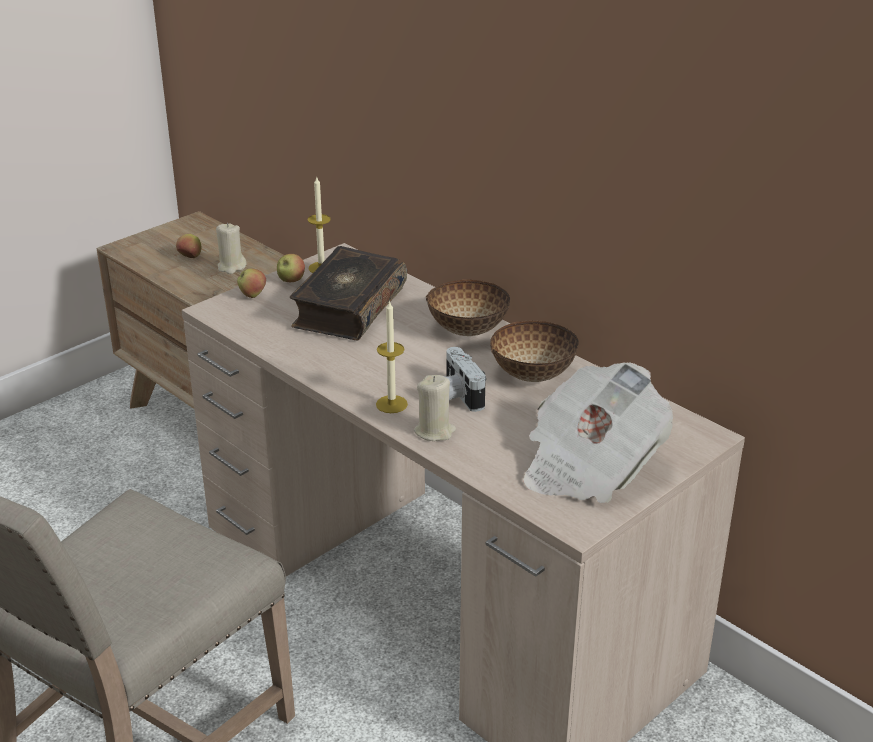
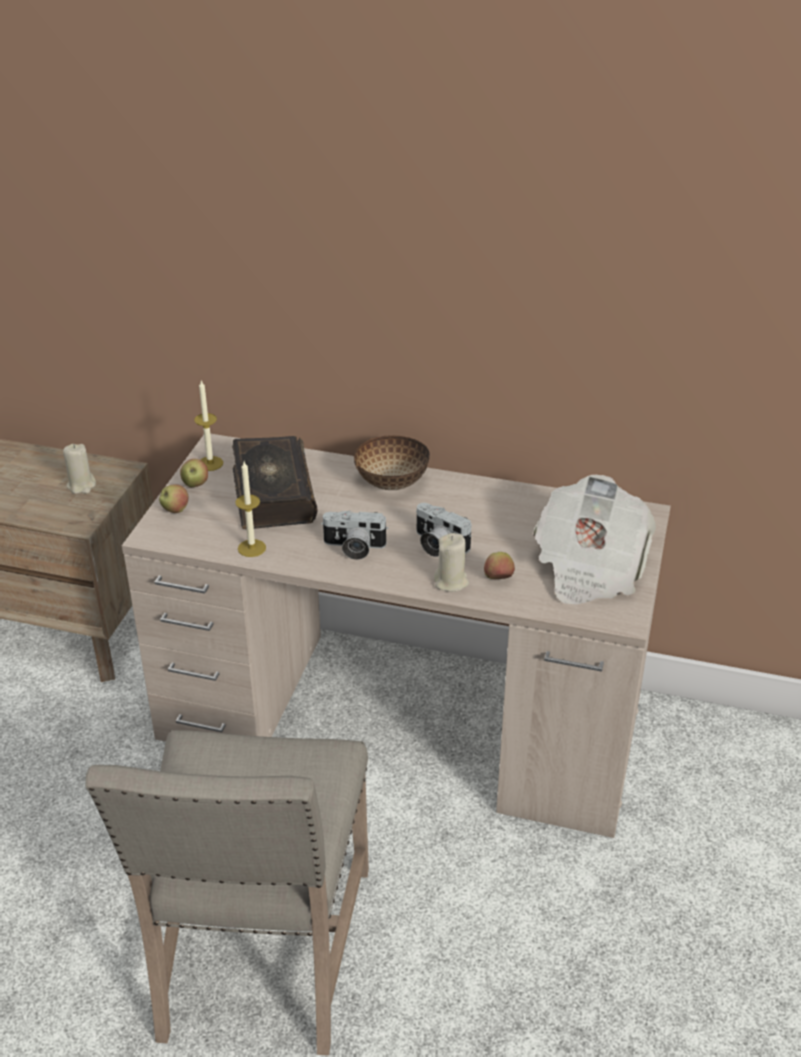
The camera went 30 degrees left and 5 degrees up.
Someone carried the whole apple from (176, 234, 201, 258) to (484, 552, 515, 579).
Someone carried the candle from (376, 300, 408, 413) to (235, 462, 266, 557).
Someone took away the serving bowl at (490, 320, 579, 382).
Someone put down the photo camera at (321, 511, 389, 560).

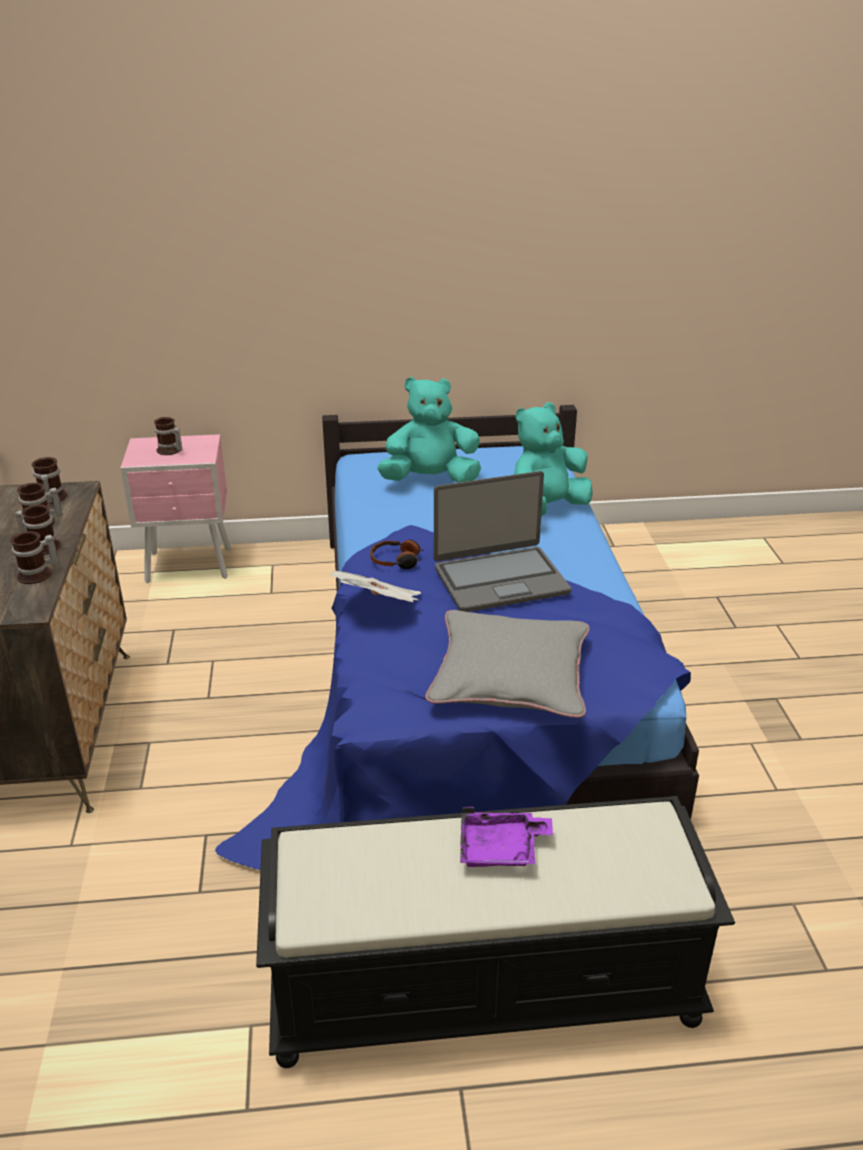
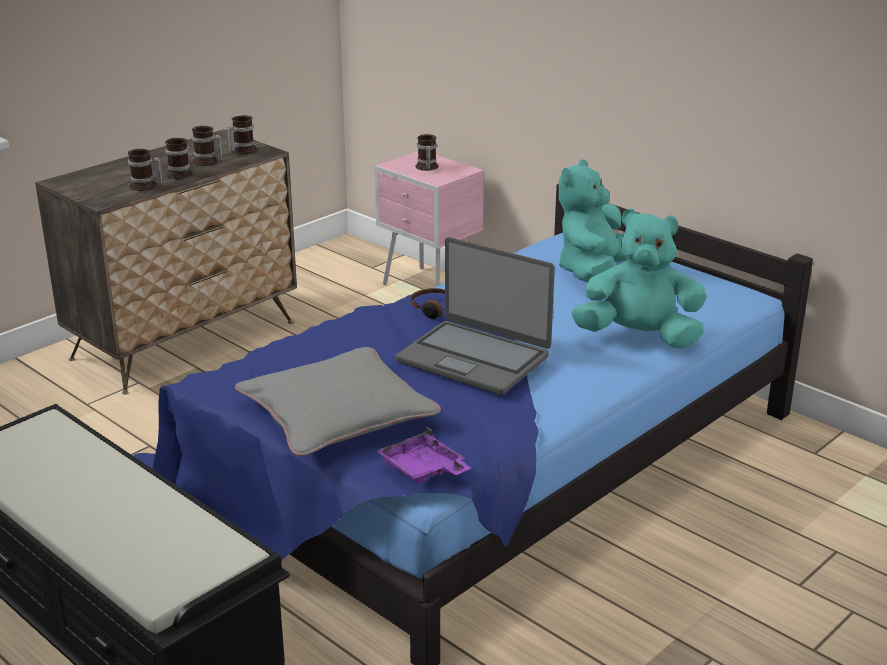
The camera went 50 degrees right and 5 degrees down.
Someone took away the daily paper at (330, 571, 421, 602).
Someone rotated the turquoise-coloured plush toy at (377, 377, 481, 483) by 105 degrees counterclockwise.
Someone carried the purplish serving tray from (460, 807, 553, 867) to (377, 427, 471, 484).

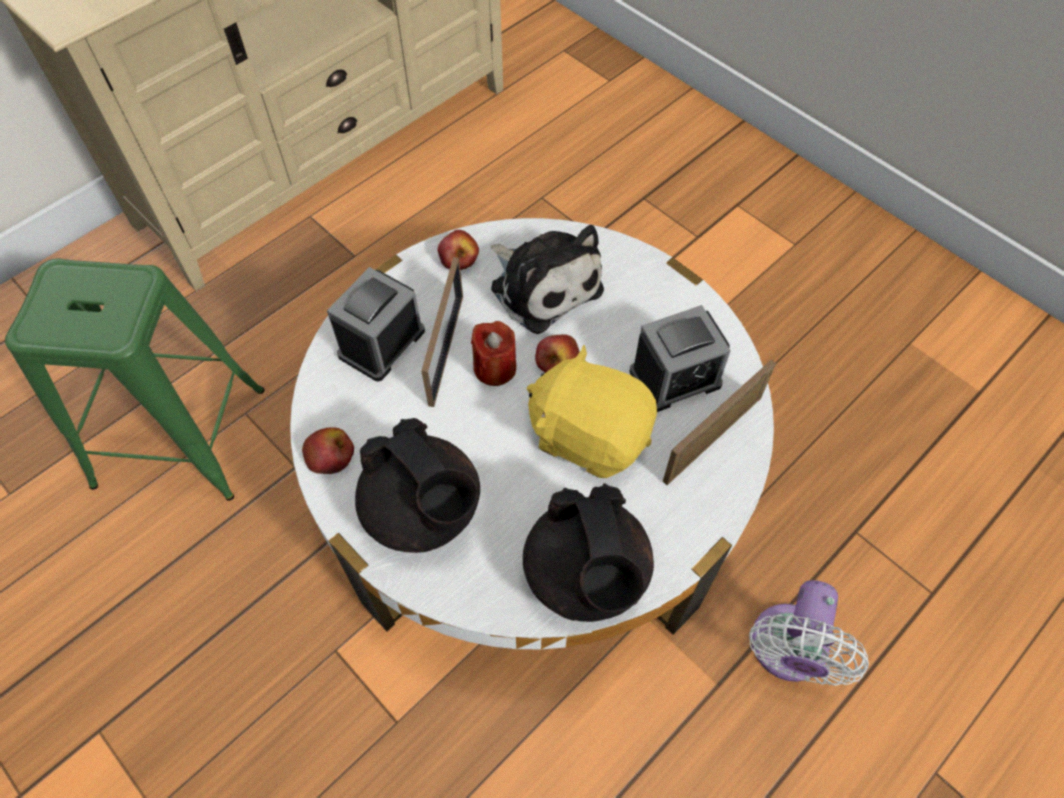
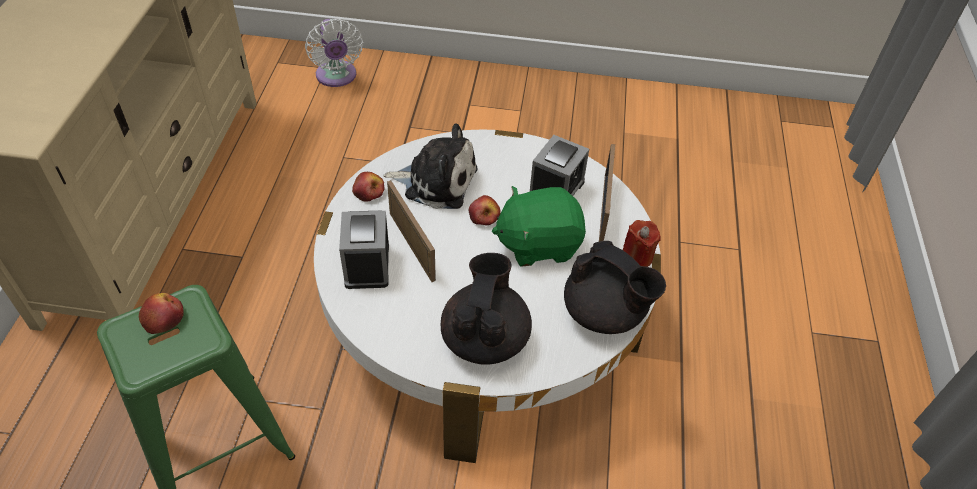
The camera went 40 degrees left and 10 degrees down.
Someone carried the whole apple from (302, 427, 354, 474) to (139, 293, 184, 334).
Someone rotated the blackish teapot at (355, 418, 480, 553) by 90 degrees counterclockwise.
Someone carried the red candle from (471, 321, 516, 386) to (623, 220, 661, 267).
Someone repainted the yellow-coloured plush toy at (527, 345, 657, 478), which became the green-coloured plush toy at (492, 186, 586, 267).
Someone carried the whitish electric fan from (749, 580, 869, 686) to (305, 19, 363, 87).

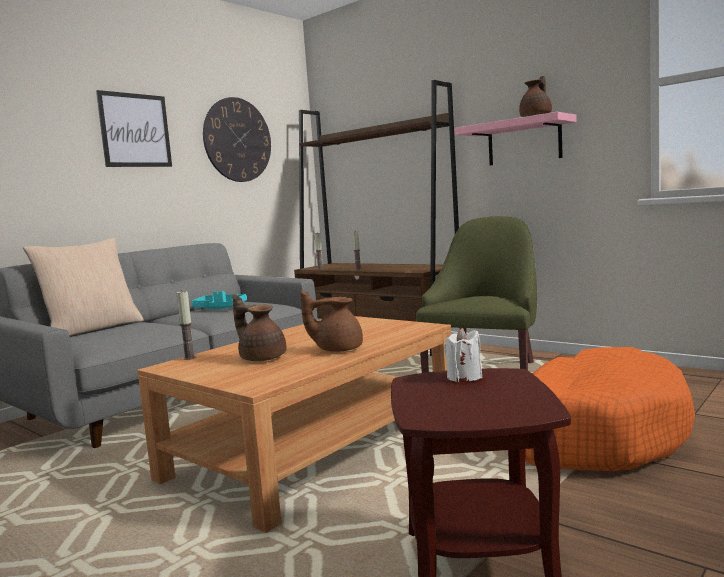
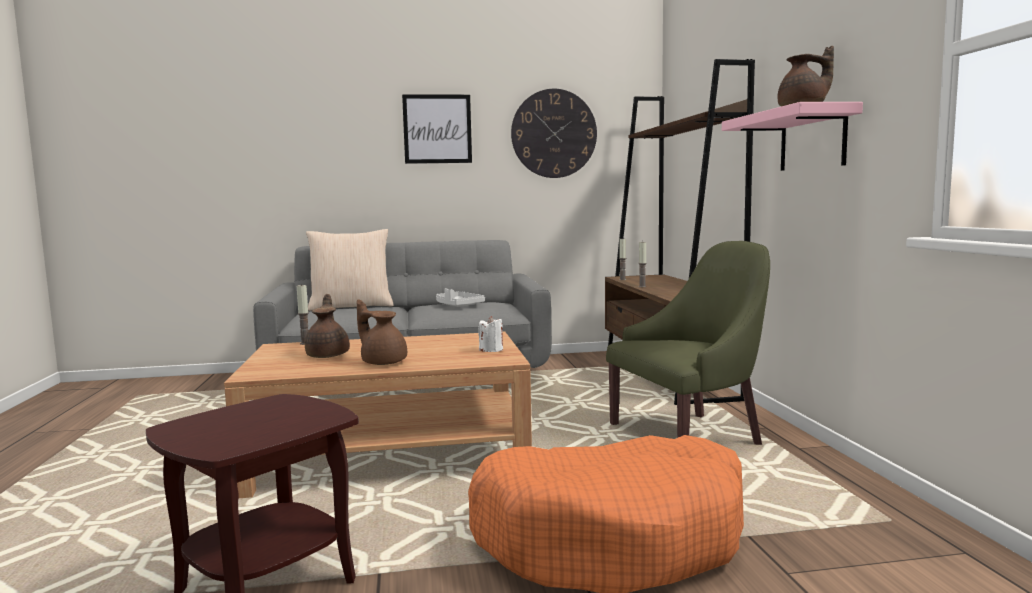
The camera went 40 degrees right and 0 degrees up.
Someone repainted the turquoise-coloured serving tray at (191, 291, 247, 309), which became the gray serving tray at (436, 289, 485, 306).
Someone carried the whitish candle from (444, 328, 482, 382) to (478, 316, 503, 352).

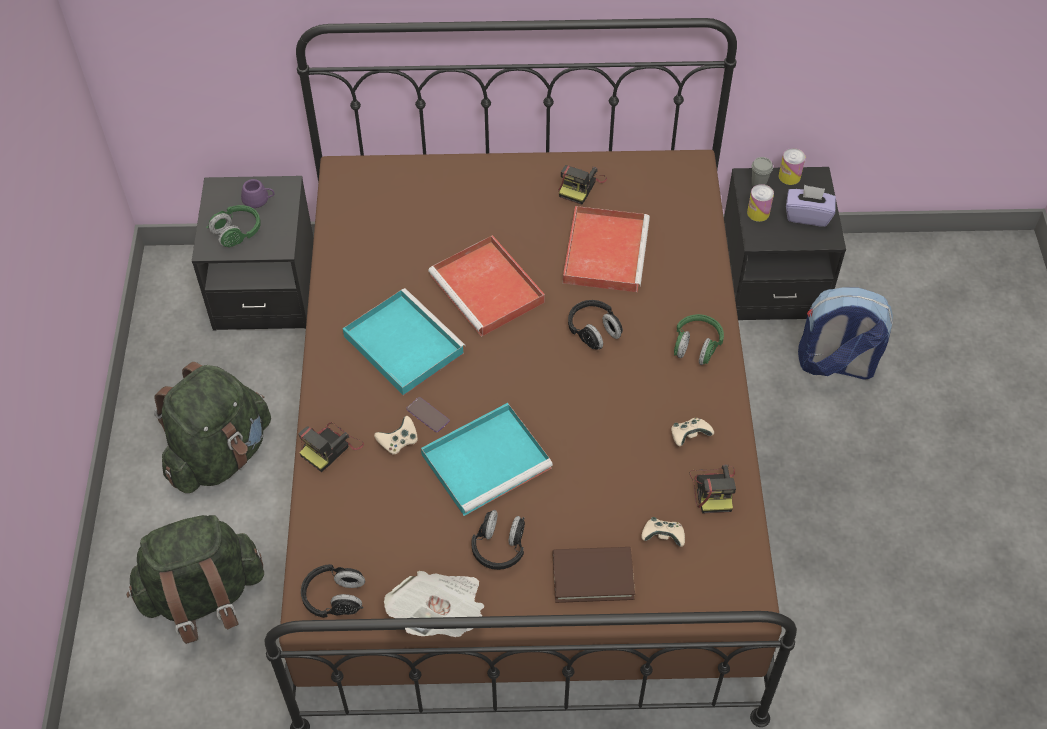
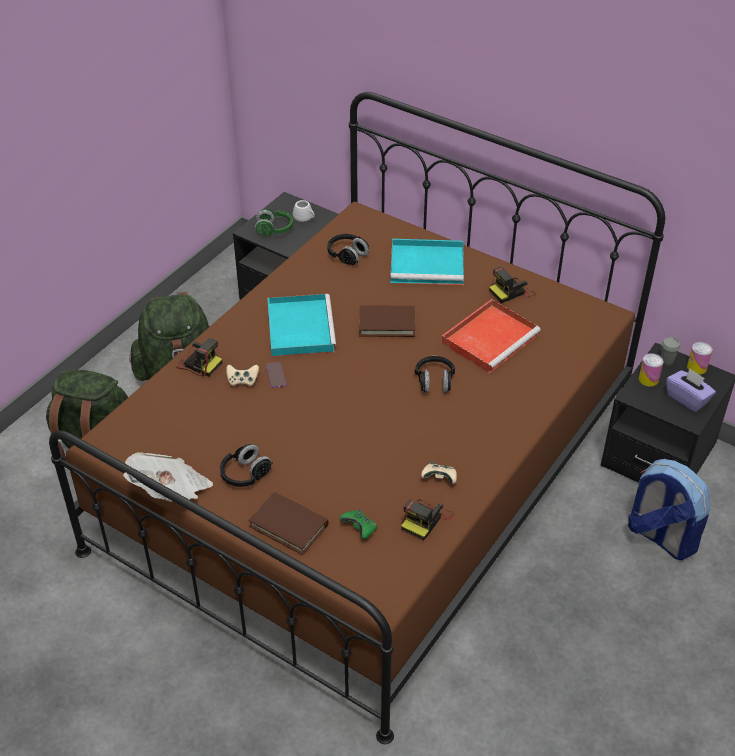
The camera went 35 degrees right and 10 degrees down.
Someone repainted the purplish coffee mug at (241, 179, 274, 208), which became the whitish coffee mug at (293, 200, 315, 222).
Someone rotated the photo camera at (298, 422, 364, 472) by 135 degrees counterclockwise.
Someone carried the blackish headphones from (301, 564, 365, 618) to (327, 234, 369, 265).
Someone carried the turquoise-coloured serving tray from (421, 403, 553, 516) to (390, 239, 464, 285).
Someone swapped the red serving tray at (428, 235, 545, 337) for the brown-coloured volume at (359, 305, 415, 337).
Someone repainted the beige-coloured joypad at (641, 517, 685, 547), which became the green-coloured joypad at (339, 509, 377, 539).
Someone took away the green-coloured headphones at (674, 314, 724, 365).

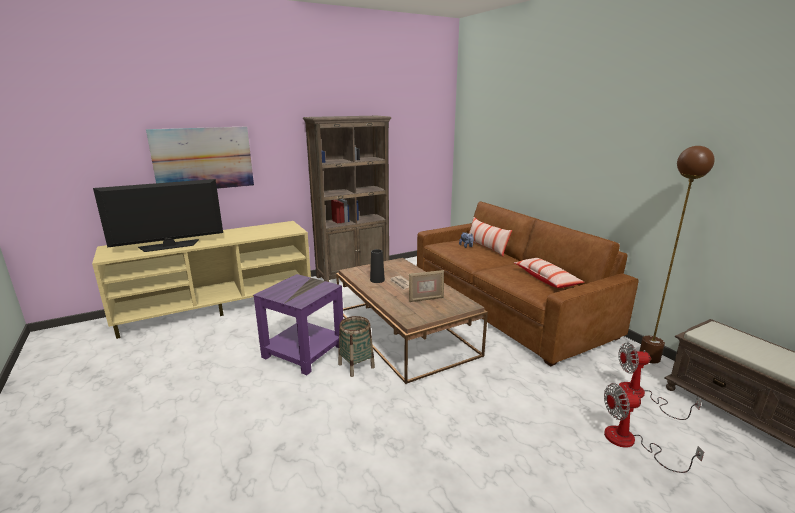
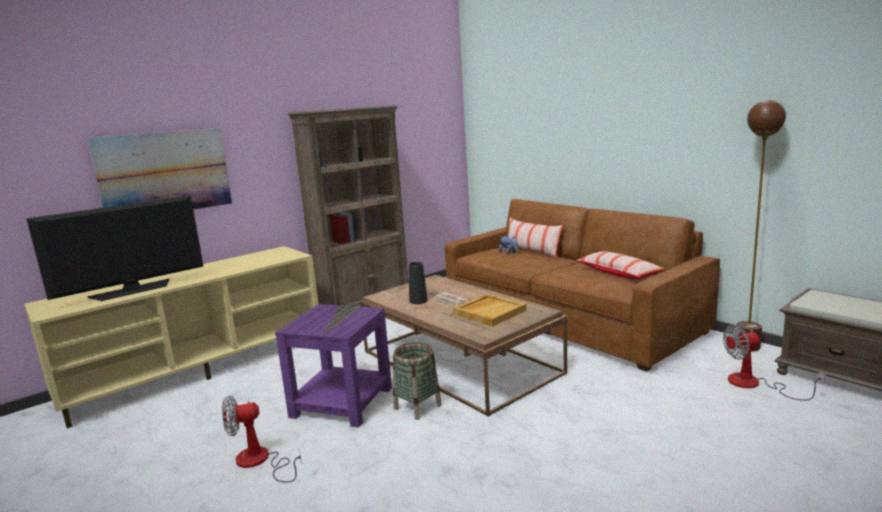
The camera went 10 degrees left and 5 degrees down.
Someone swapped the standing frame at (409, 270, 444, 302) for the beige-coloured serving tray at (453, 294, 526, 327).
Someone carried the electric fan from (604, 383, 704, 473) to (222, 396, 302, 483).

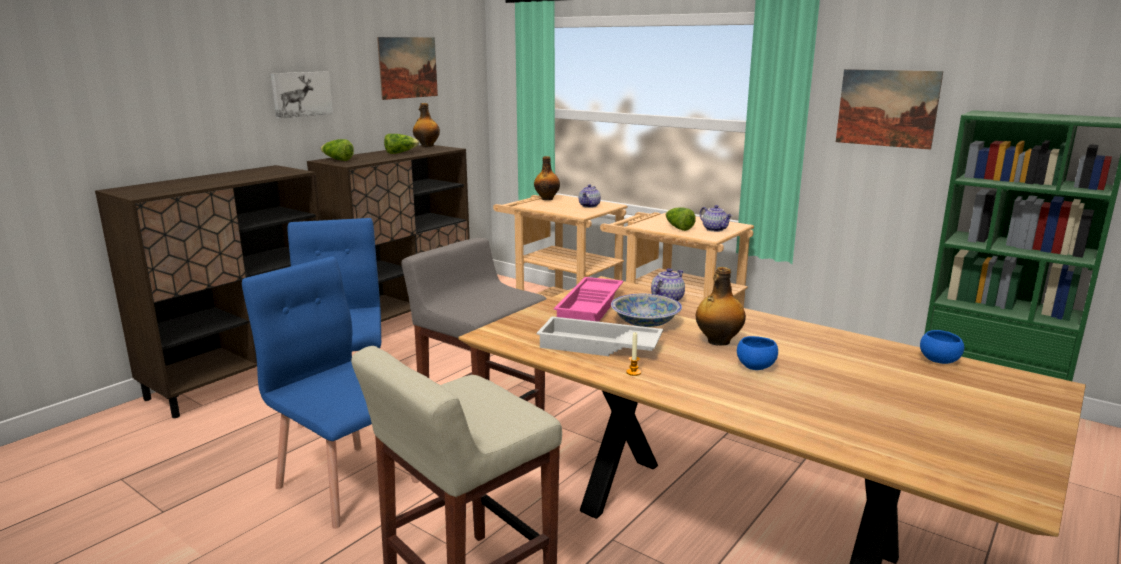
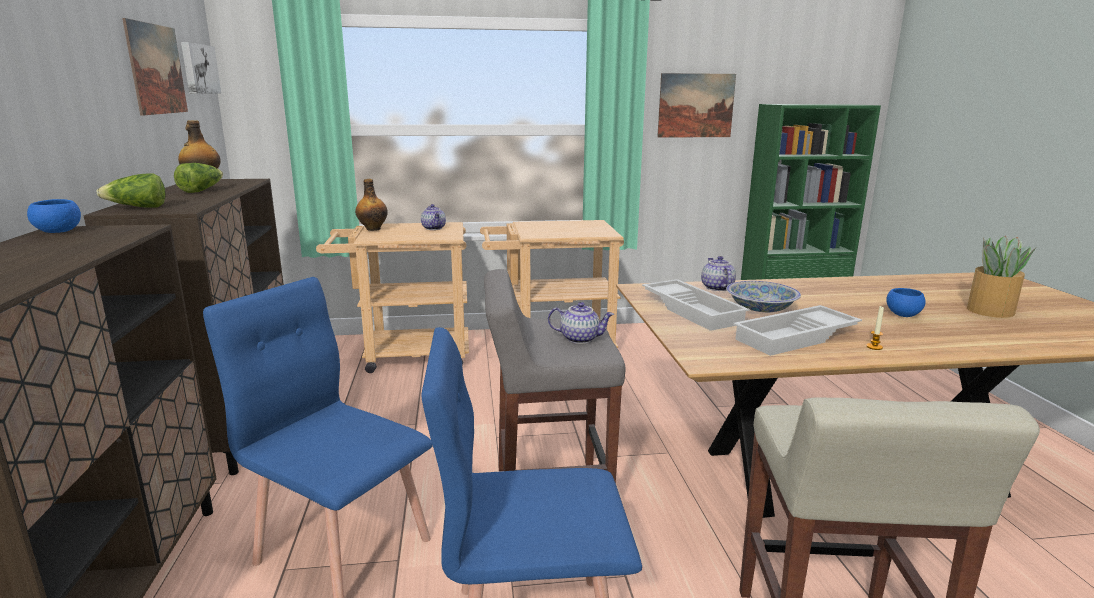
The camera went 45 degrees left and 0 degrees up.
Someone carried the wall picture from (271, 72, 333, 119) to (181, 42, 221, 94).
Someone repainted the pinkish serving tray at (554, 277, 624, 322), which became the whitish serving tray at (642, 279, 750, 331).
Someone took away the head of lettuce at (666, 207, 696, 231).
Someone took away the bottle at (695, 267, 746, 345).
Someone carried the teapot from (700, 205, 733, 232) to (548, 302, 614, 344).
Someone carried the blue serving bowl from (920, 330, 964, 364) to (27, 199, 81, 233).
Someone put down the plant in a pot at (967, 236, 1036, 318).

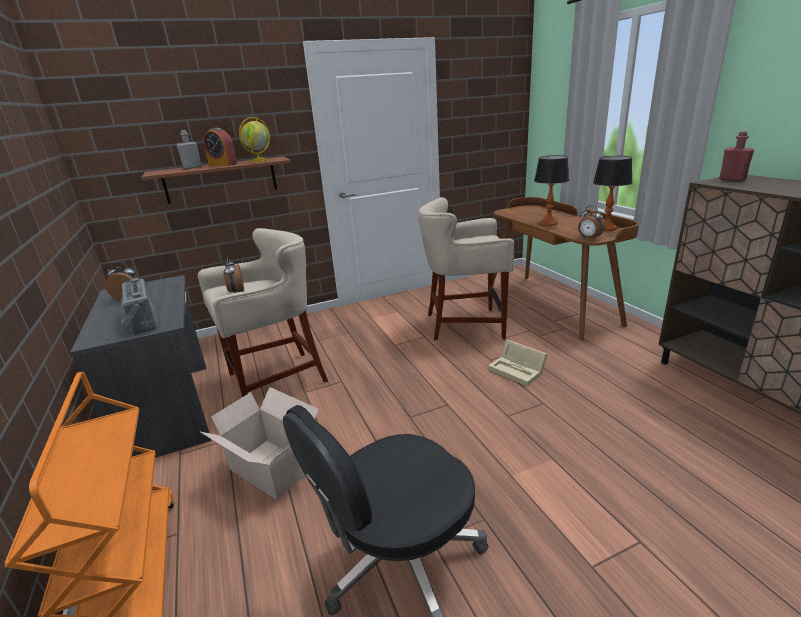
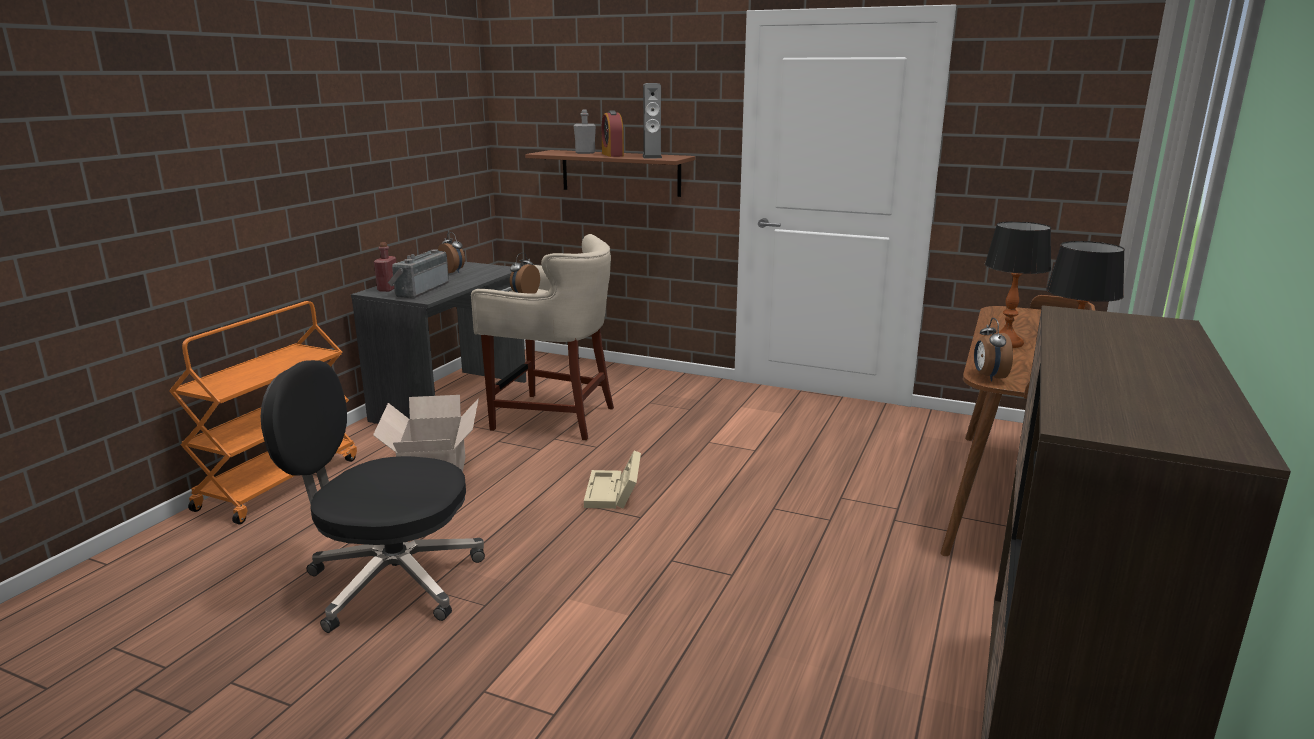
The camera went 45 degrees right and 5 degrees down.
Someone swapped the desk globe at (239, 117, 270, 162) for the speaker at (642, 83, 662, 158).
Someone took away the beige-coloured stool seat at (419, 197, 514, 340).
Someone carried the beige-coloured storage container from (488, 340, 548, 386) to (584, 450, 641, 509).
Someone carried the red bottle from (719, 132, 754, 181) to (374, 242, 396, 292).

